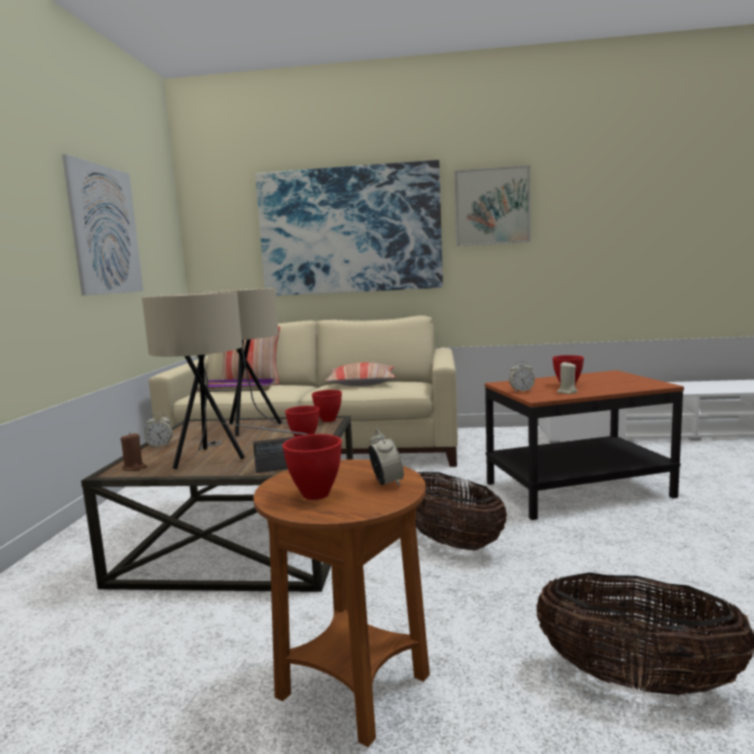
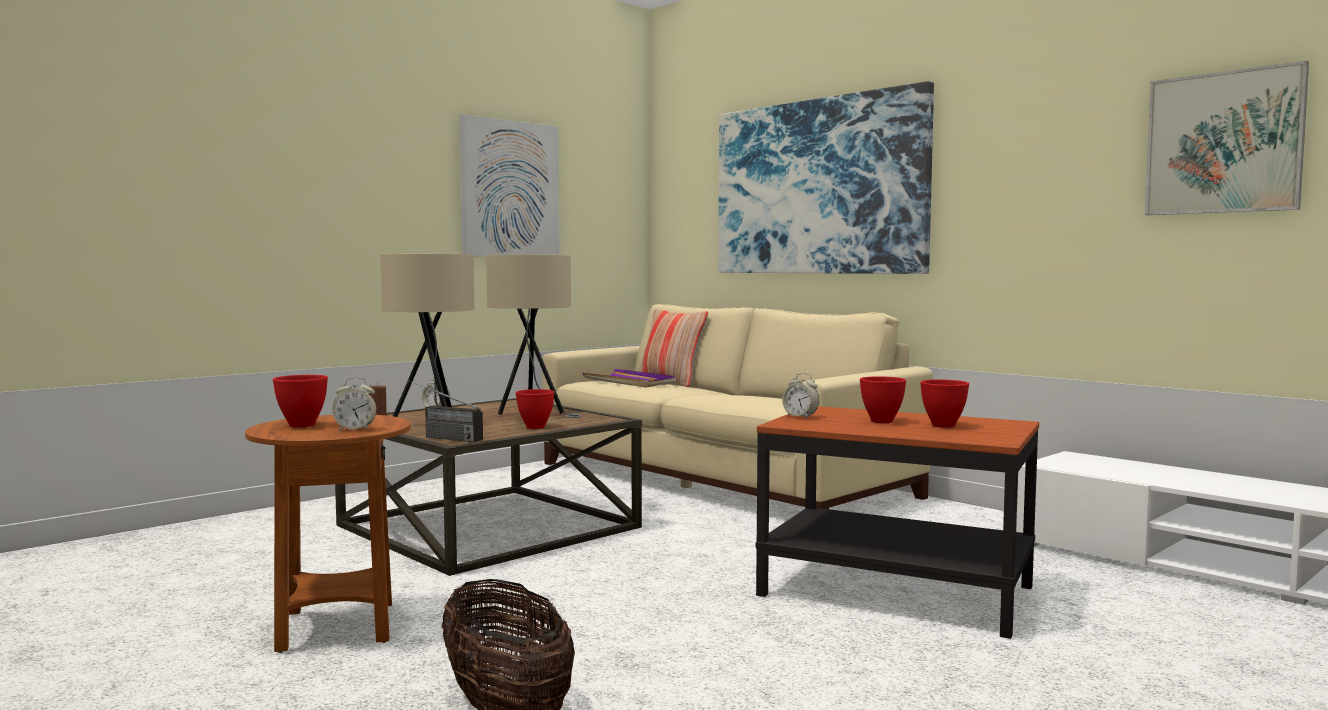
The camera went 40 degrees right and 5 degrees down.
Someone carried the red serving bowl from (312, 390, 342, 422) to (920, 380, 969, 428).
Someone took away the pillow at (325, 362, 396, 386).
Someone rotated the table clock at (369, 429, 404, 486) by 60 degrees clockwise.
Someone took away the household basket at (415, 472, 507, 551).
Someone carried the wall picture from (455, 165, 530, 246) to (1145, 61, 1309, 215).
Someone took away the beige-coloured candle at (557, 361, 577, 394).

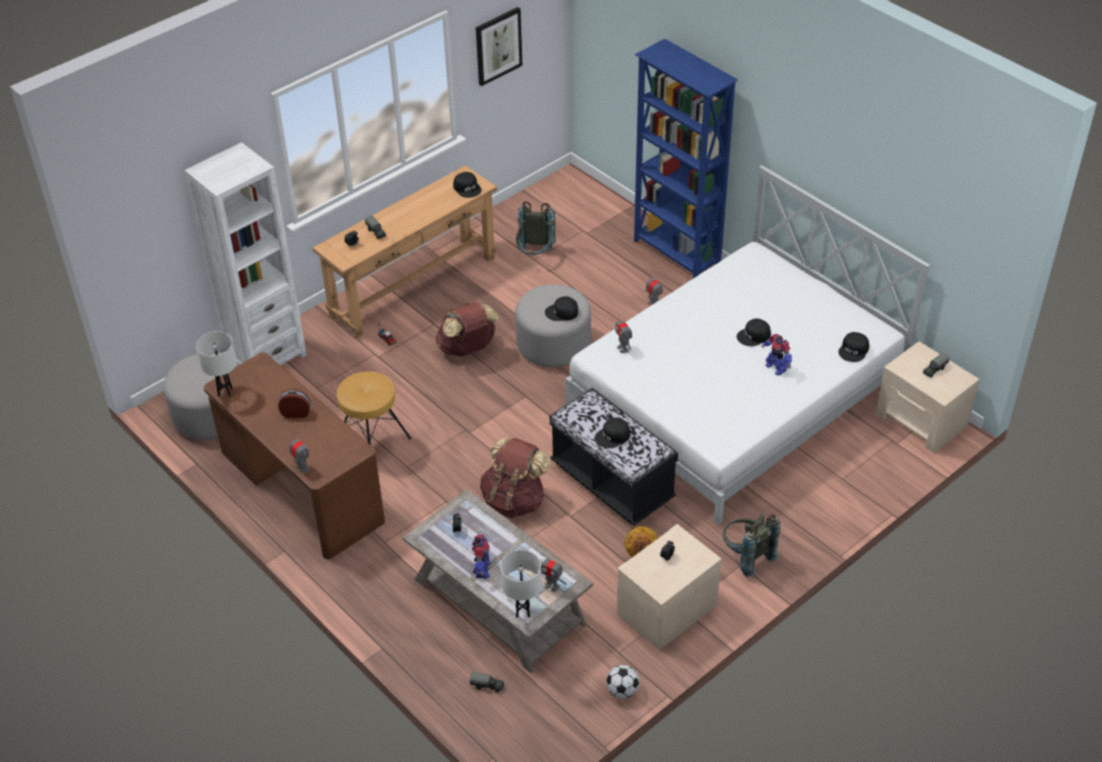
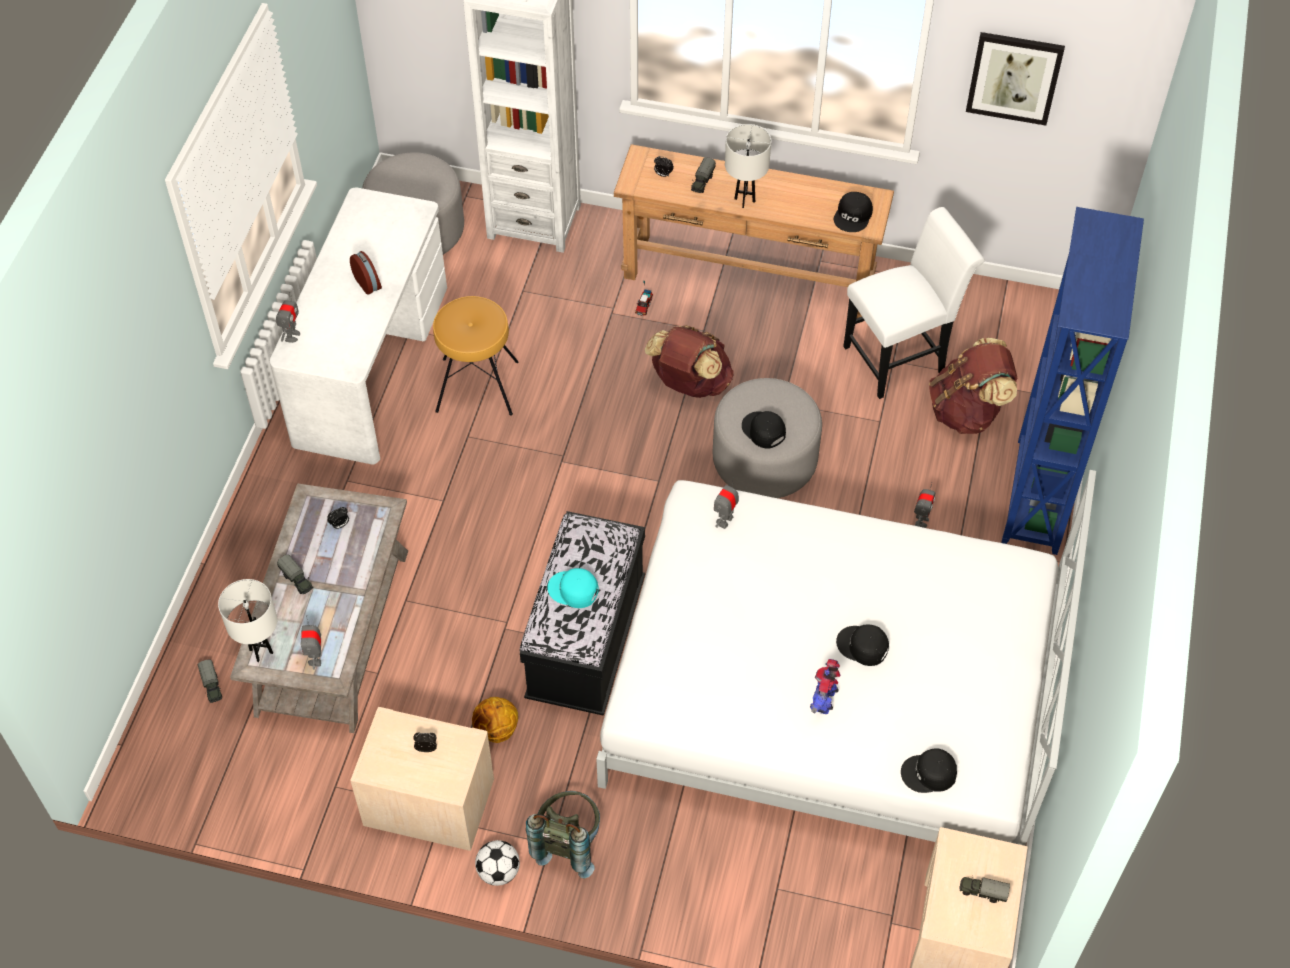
The camera went 55 degrees right and 10 degrees up.
Someone carried the whitish lamp for a table from (196, 331, 237, 397) to (725, 124, 771, 208).
Someone repainted the brown-coloured desk at (204, 352, 385, 559), which became the whitish desk at (270, 187, 447, 465).
Someone swapped the toy robot at (472, 534, 491, 579) for the toy lorry at (277, 554, 313, 594).
Someone carried the brown-coloured knapsack from (480, 437, 550, 518) to (929, 338, 1017, 434).
Someone swapped the gray knapsack at (516, 201, 555, 255) for the whitish upright chair at (843, 207, 985, 399).
Someone repainted the blackish peaked cap at (595, 418, 631, 448), which became the turquoise-coloured peaked cap at (547, 568, 599, 608).
Someone carried the football ball from (606, 665, 640, 699) to (475, 840, 520, 886).

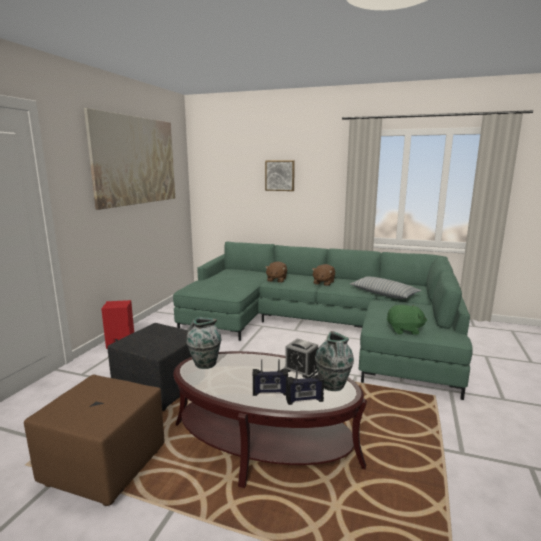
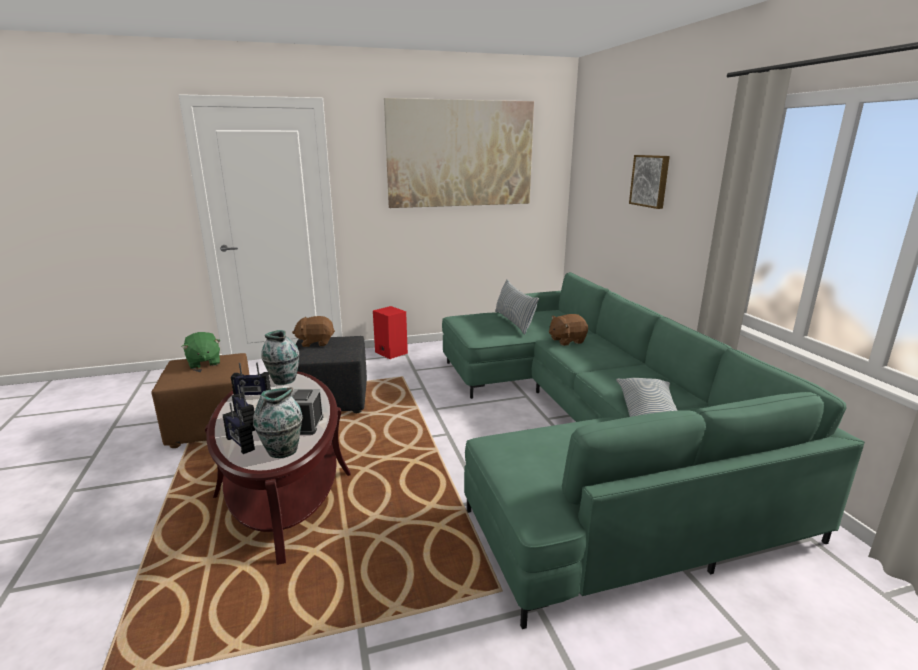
The camera went 55 degrees right and 5 degrees up.
Someone carried the brown-coloured plush toy from (312, 264, 335, 286) to (292, 316, 335, 347).
Someone carried the green-coloured plush toy from (387, 305, 427, 335) to (182, 332, 220, 369).
Someone put down the radio receiver at (231, 362, 271, 395).
Someone put down the pillow at (495, 279, 539, 335).

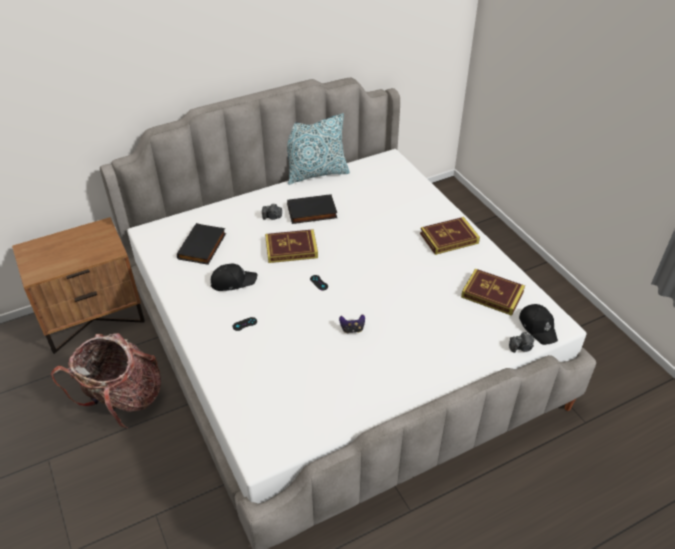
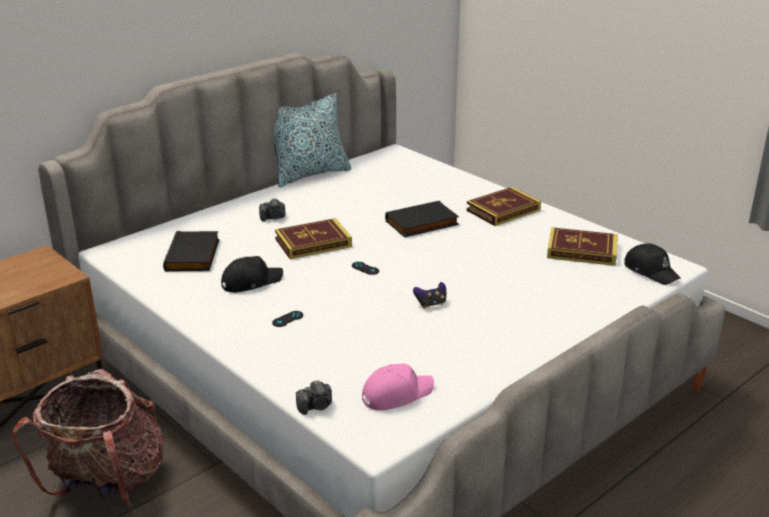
The camera went 15 degrees left and 15 degrees down.
Someone carried the blackish volume from (287, 194, 337, 224) to (385, 201, 459, 237).
Someone carried the photo camera from (509, 332, 534, 353) to (296, 380, 332, 415).
Someone put down the pinkish peaked cap at (362, 364, 434, 411).

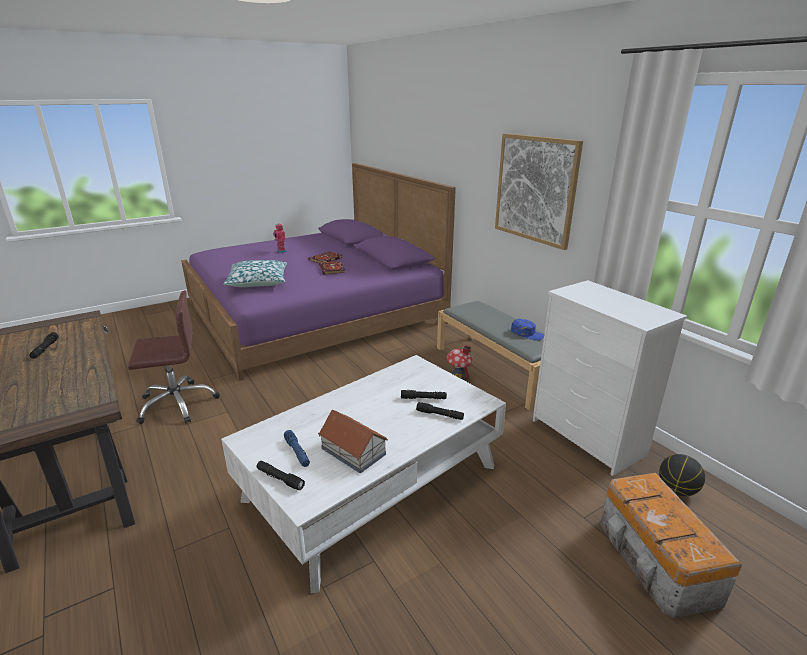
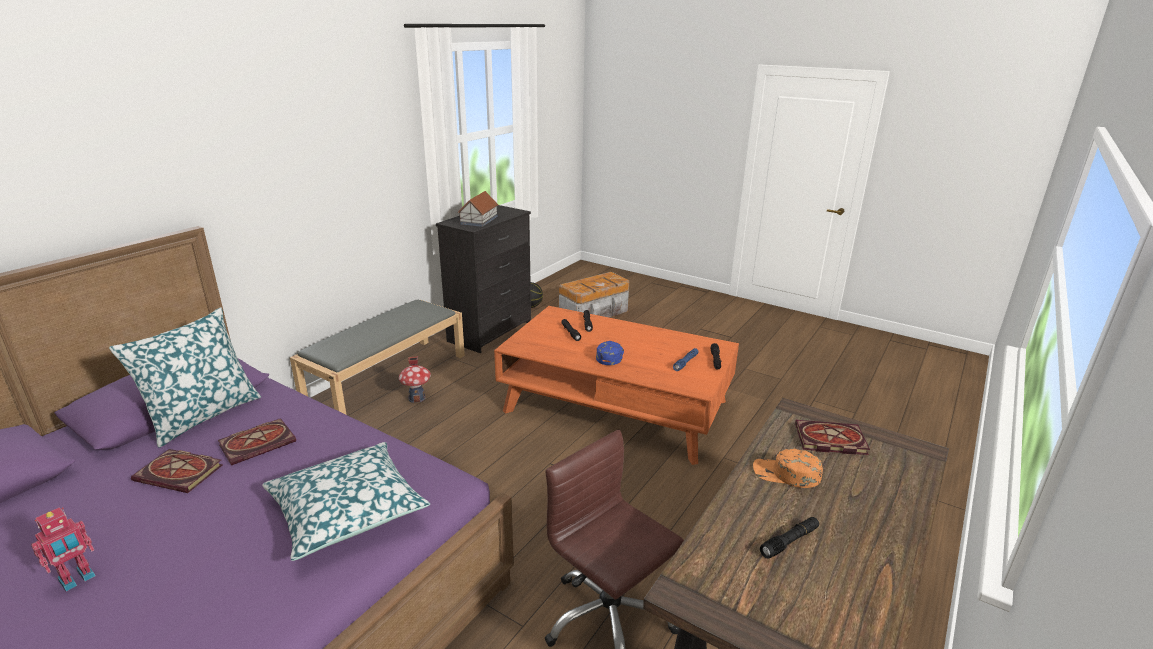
The camera went 115 degrees left and 0 degrees up.
Someone repainted the whitish low table at (221, 355, 506, 593), which became the orange low table at (494, 306, 739, 465).
Someone carried the toy house from (318, 410, 388, 473) to (458, 191, 498, 227).
Someone took away the wall picture at (495, 133, 583, 250).
Someone carried the blue peaked cap from (511, 319, 544, 341) to (596, 341, 624, 365).
Someone repainted the whitish drawer chest at (533, 280, 687, 476), which became the blackish drawer chest at (436, 205, 531, 353).
Someone put down the pillow at (109, 307, 261, 448).
Someone put down the orange peaked cap at (753, 449, 823, 488).
Someone put down the volume at (795, 420, 870, 455).

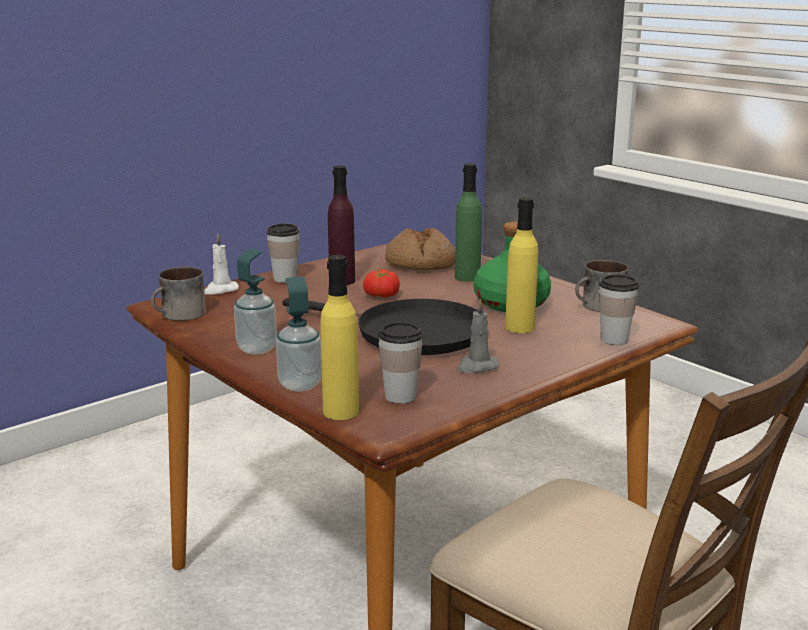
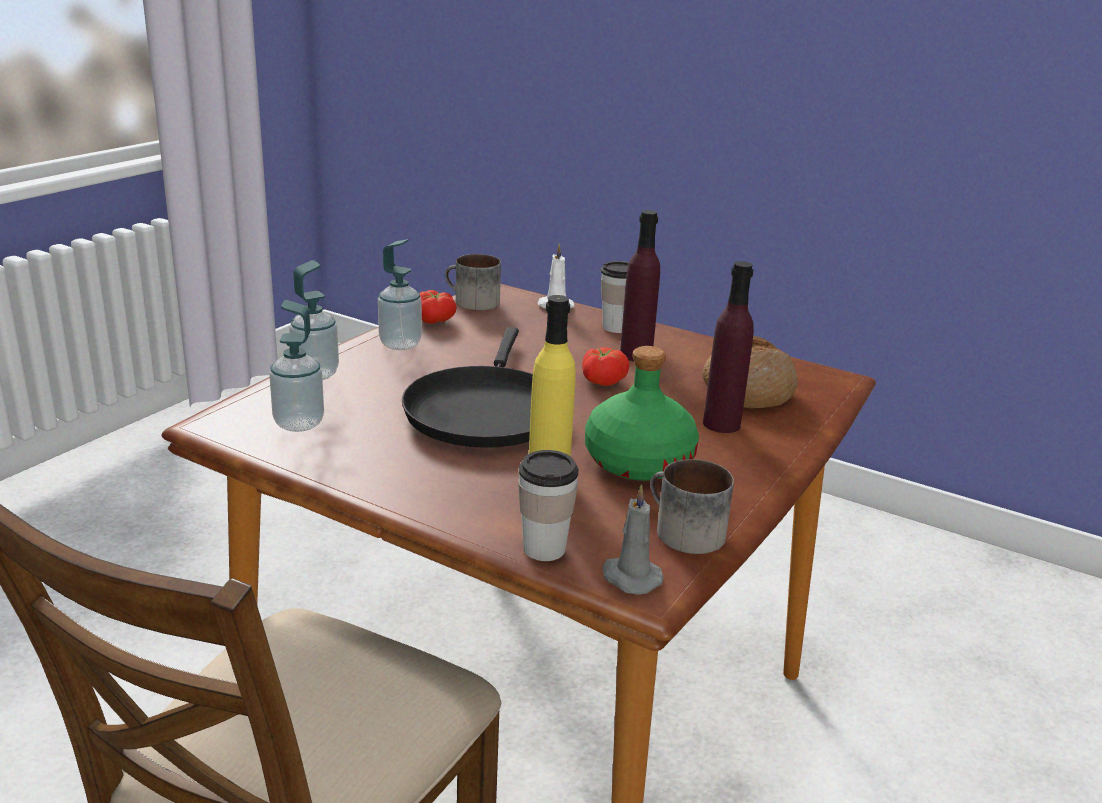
The camera went 70 degrees right and 5 degrees up.
Someone took away the yellow-coloured bottle at (320, 255, 359, 420).
Someone swapped the drinking cup at (378, 322, 423, 404) for the soap bottle at (269, 300, 324, 432).
Someone repainted the green-coloured bottle at (455, 163, 482, 282), which became the purplish bottle at (703, 261, 754, 433).
Someone carried the gray candle from (456, 299, 499, 373) to (603, 484, 663, 595).
Someone put down the fresh tomato at (420, 290, 457, 324).

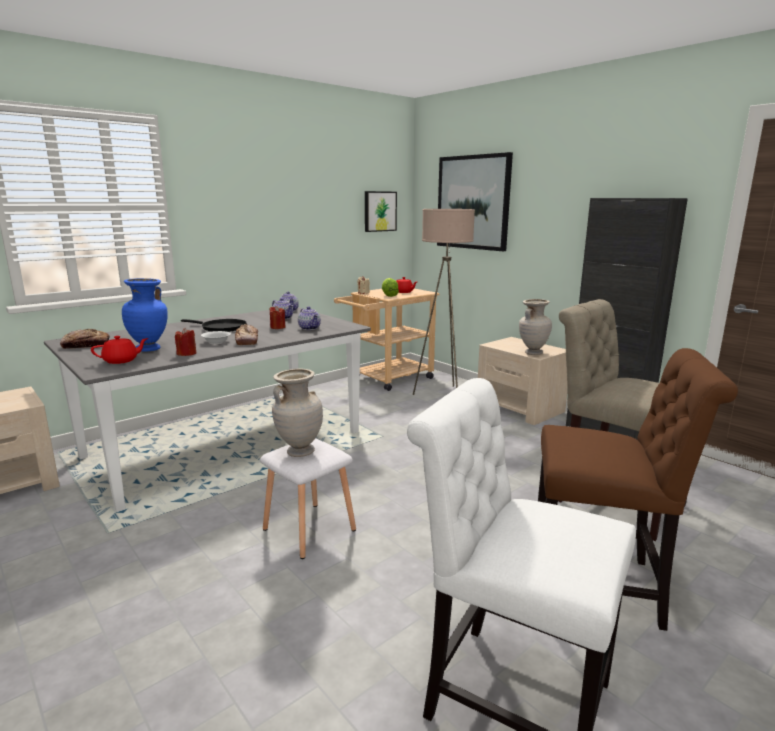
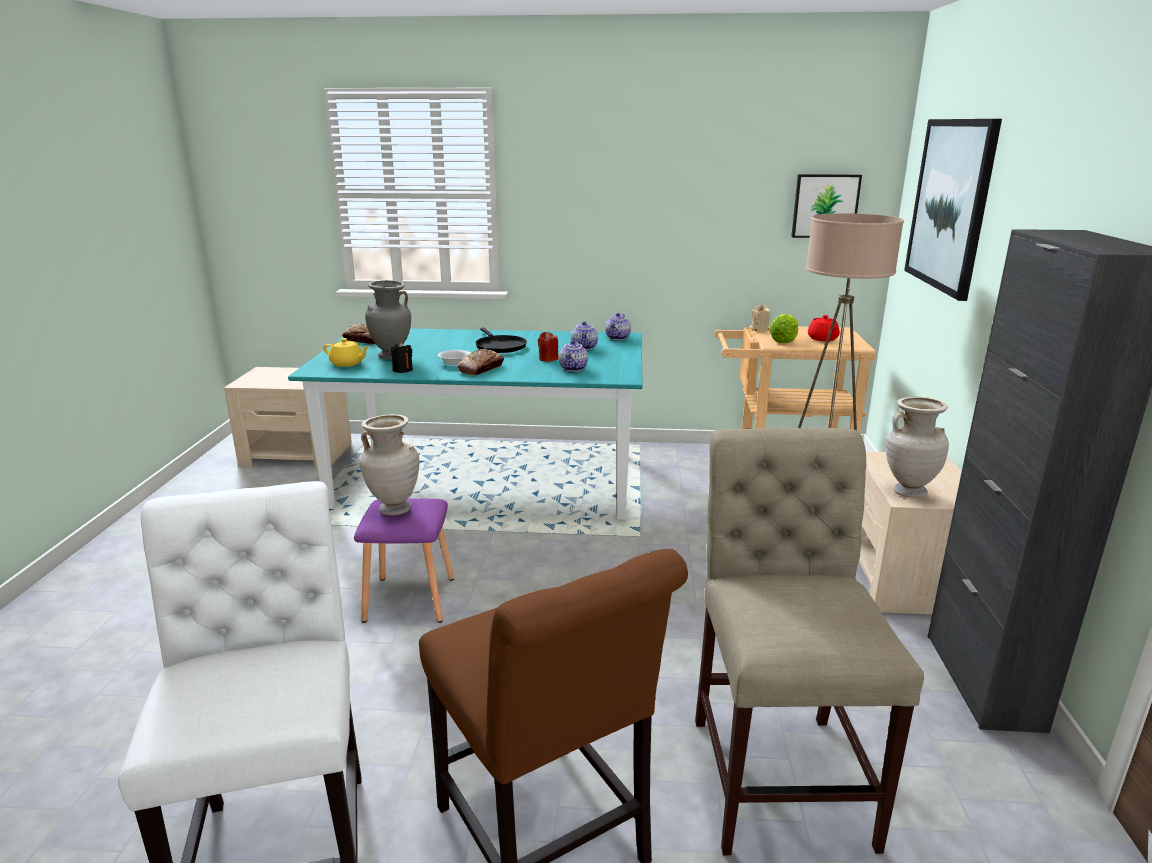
The camera went 45 degrees right and 5 degrees up.
Someone repainted the gray dinner table at (44, 307, 371, 512), which became the turquoise-coloured dinner table at (288, 329, 643, 519).
Someone repainted the red teapot at (91, 336, 148, 364), which became the yellow-coloured teapot at (323, 338, 370, 367).
Someone repainted the blue vase at (122, 278, 168, 352), which became the gray vase at (365, 280, 411, 359).
Someone repainted the red candle at (175, 328, 196, 356), which became the blackish candle at (391, 342, 413, 373).
Someone repainted the whitish stool seat at (260, 438, 356, 559), which became the purplish stool seat at (354, 498, 454, 623).

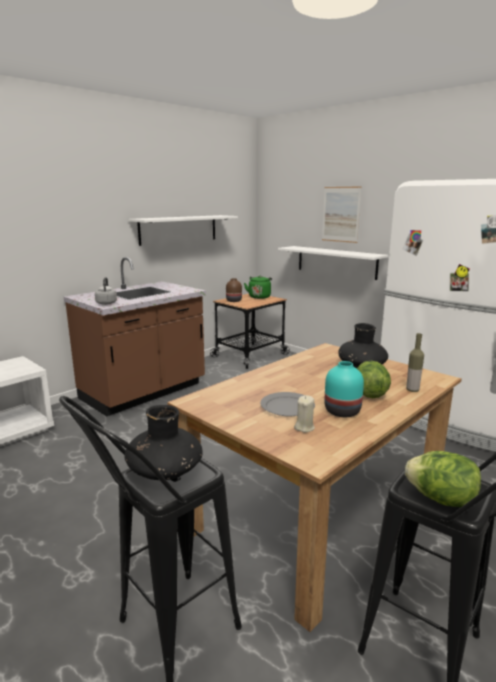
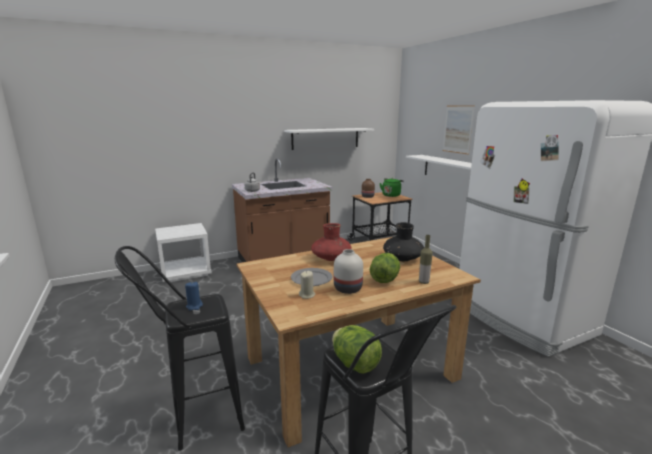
The camera went 20 degrees right and 0 degrees up.
Someone swapped the blackish vase at (124, 405, 203, 480) for the blue candle at (185, 281, 203, 310).
Someone repainted the turquoise-coloured vase at (324, 361, 364, 417), which became the whitish vase at (334, 249, 363, 294).
Someone put down the red vase at (311, 223, 352, 261).

